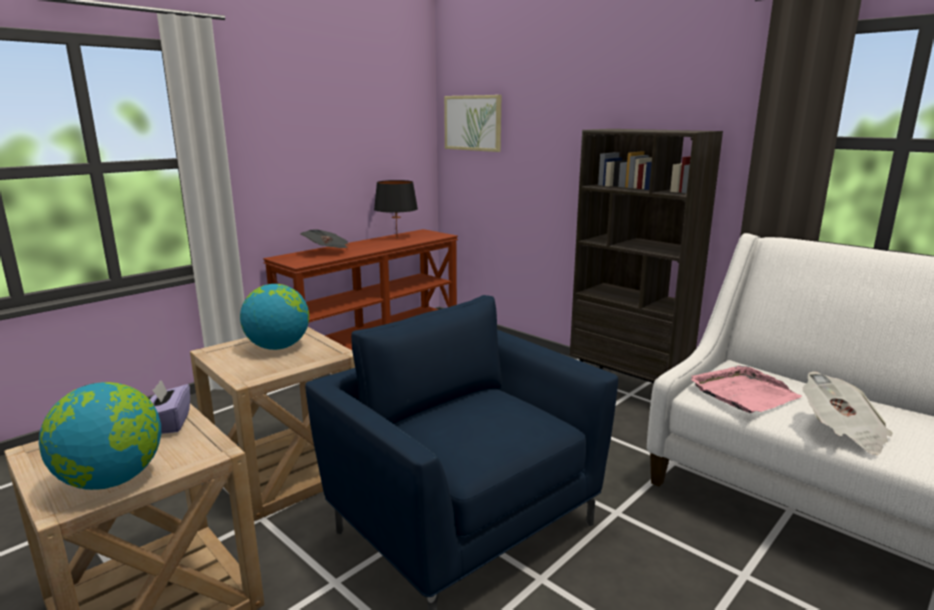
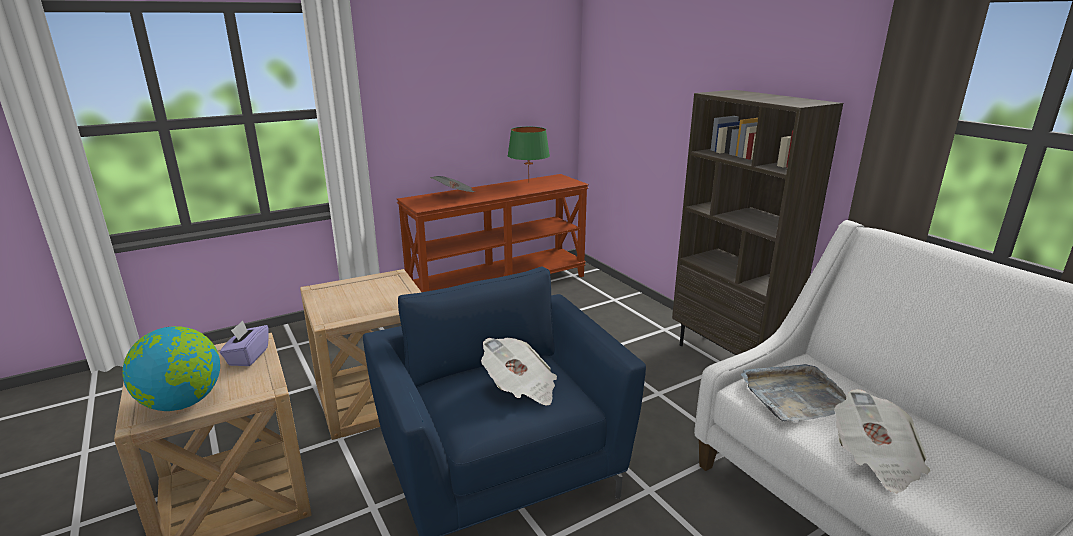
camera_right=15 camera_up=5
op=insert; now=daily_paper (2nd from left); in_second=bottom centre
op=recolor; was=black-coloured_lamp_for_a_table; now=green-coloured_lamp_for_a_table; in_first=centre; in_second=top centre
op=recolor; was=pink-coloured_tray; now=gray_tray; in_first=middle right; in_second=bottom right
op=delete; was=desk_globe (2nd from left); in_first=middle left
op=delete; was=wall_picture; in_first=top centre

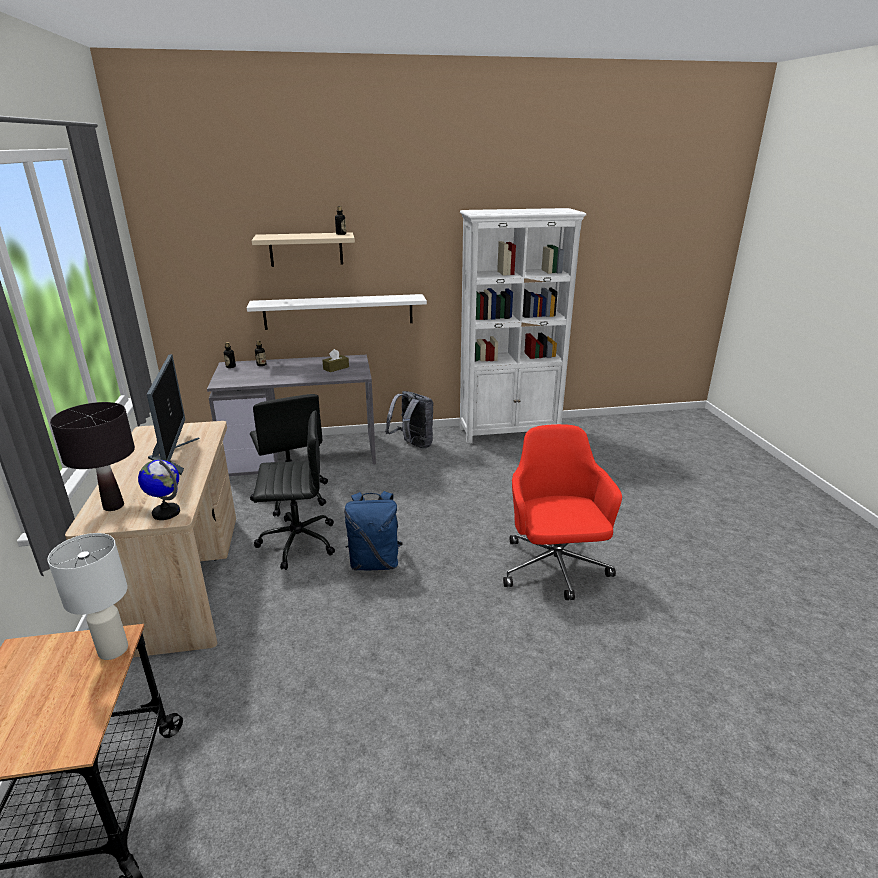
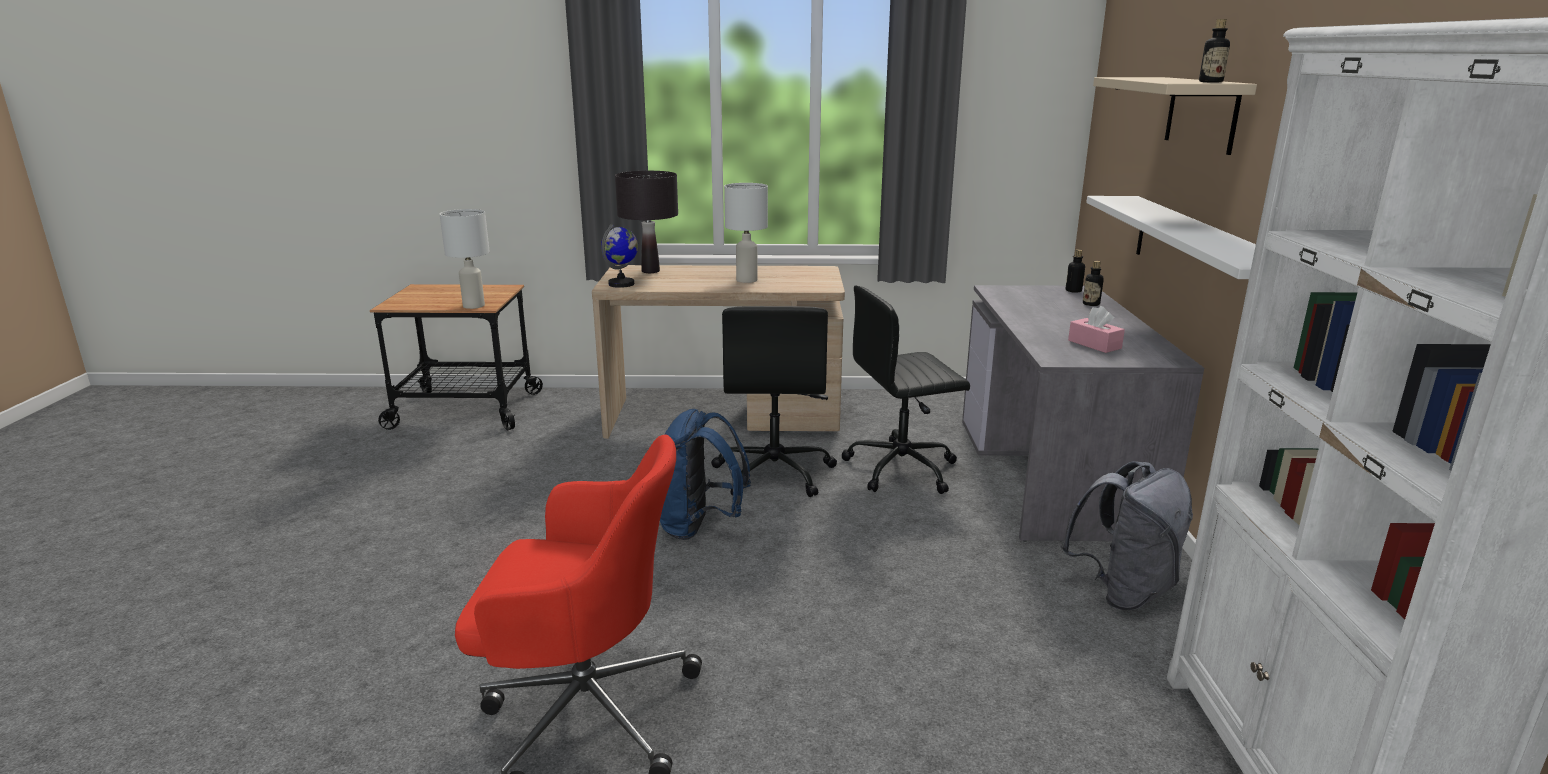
camera_right=100 camera_up=-5
op=replace; was=computer_display; now=whitish_lamp_for_a_table (2nd from left); in_first=middle left; in_second=top centre
op=recolor; was=brown_box_of_tissues; now=pink-coloured_box_of_tissues; in_first=centre; in_second=middle right

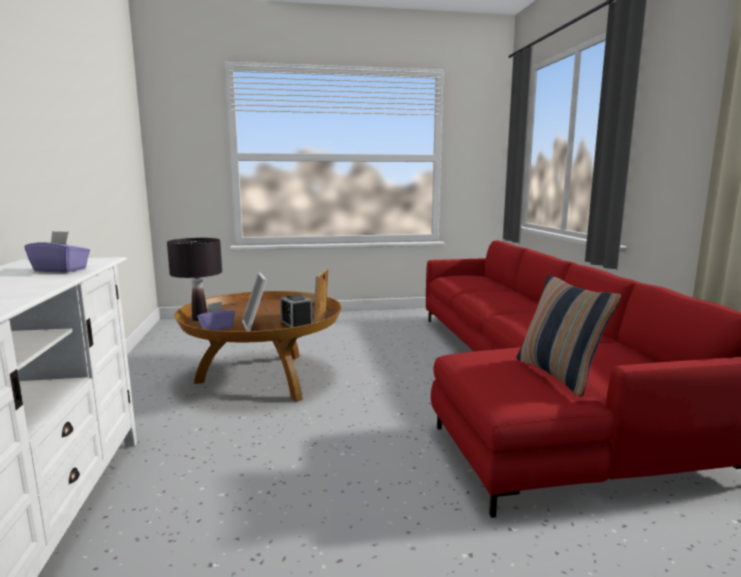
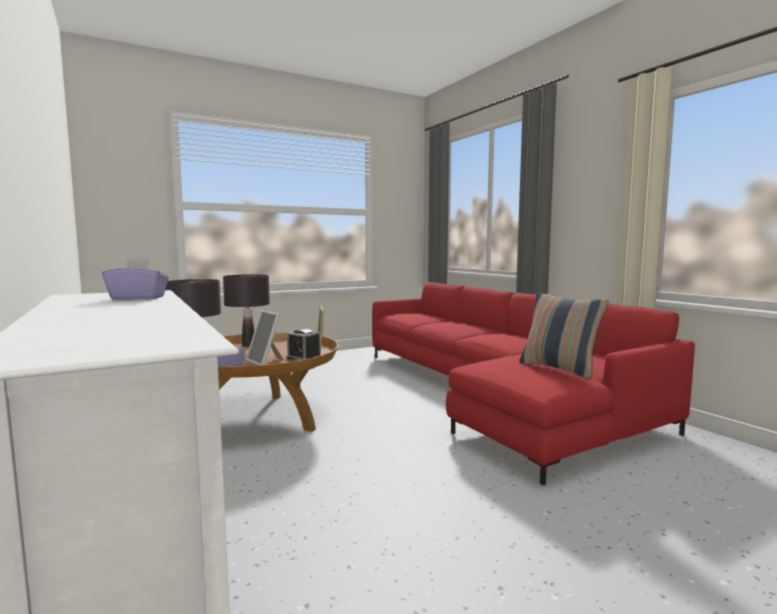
camera_right=-20 camera_up=-5
op=insert; now=black-coloured_lamp_for_a_table (2nd from left); in_second=middle left

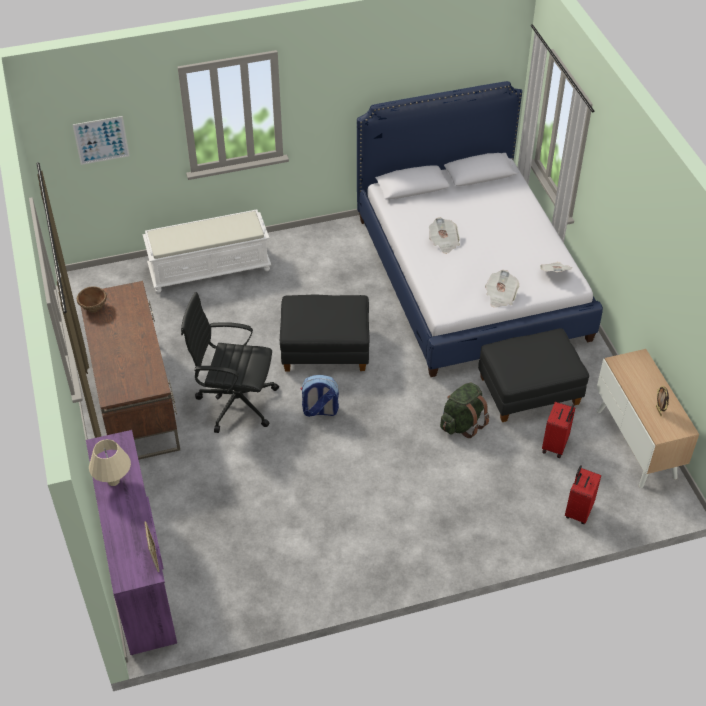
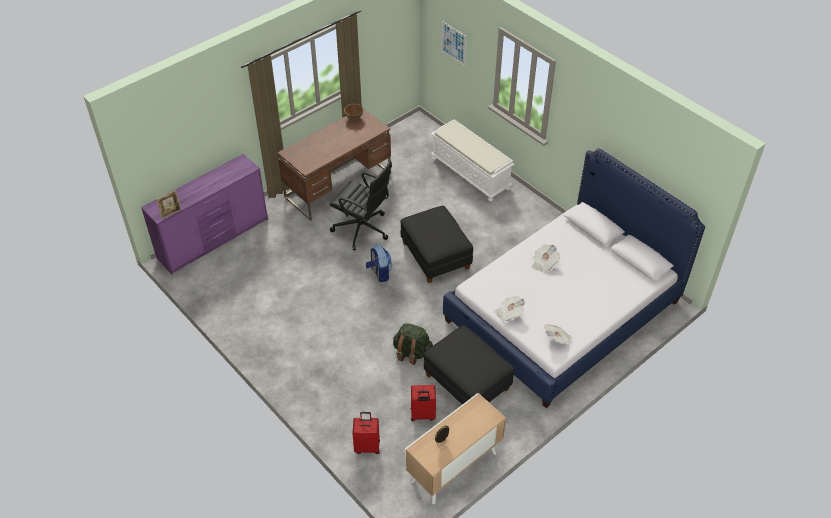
camera_right=65 camera_up=0
op=rotate; was=black-coloured_office_chair; in_first=middle left; in_second=centre; clockwise=135
op=delete; was=beige-coloured_lamp_for_a_table; in_first=middle left

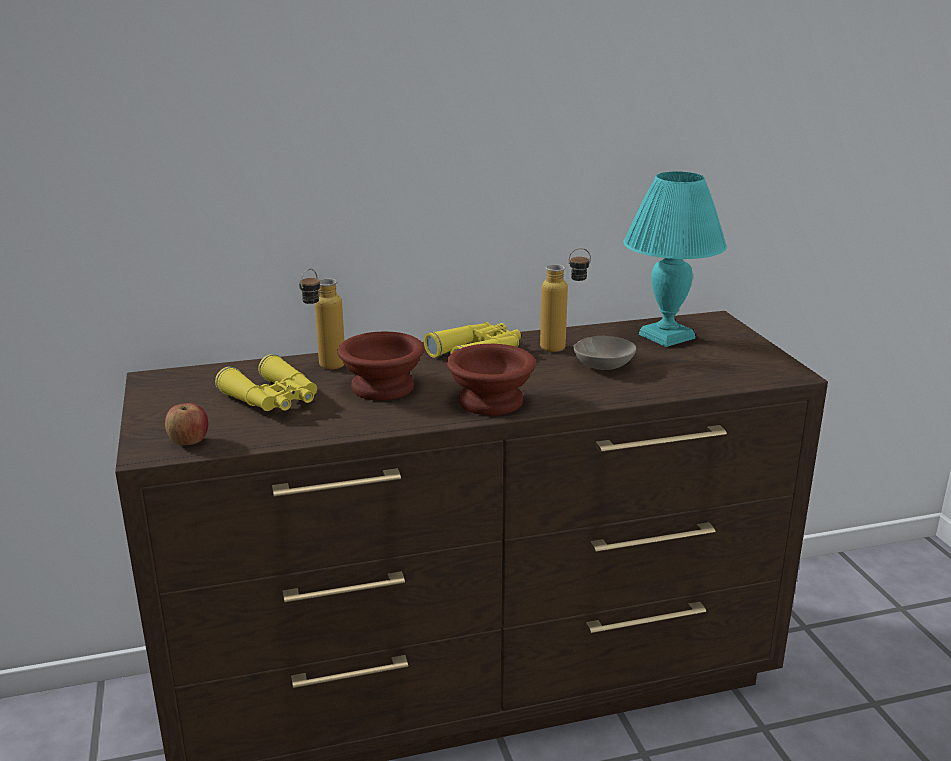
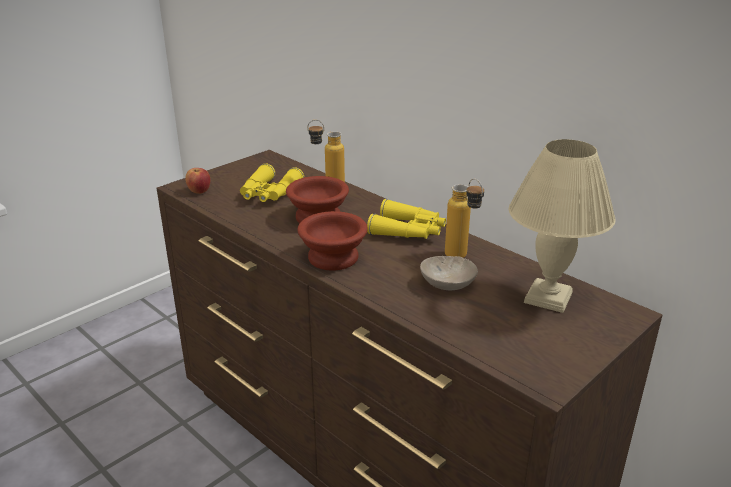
camera_right=60 camera_up=5
op=recolor; was=turquoise-coloured_lamp_for_a_table; now=beige-coloured_lamp_for_a_table; in_first=middle right; in_second=middle right

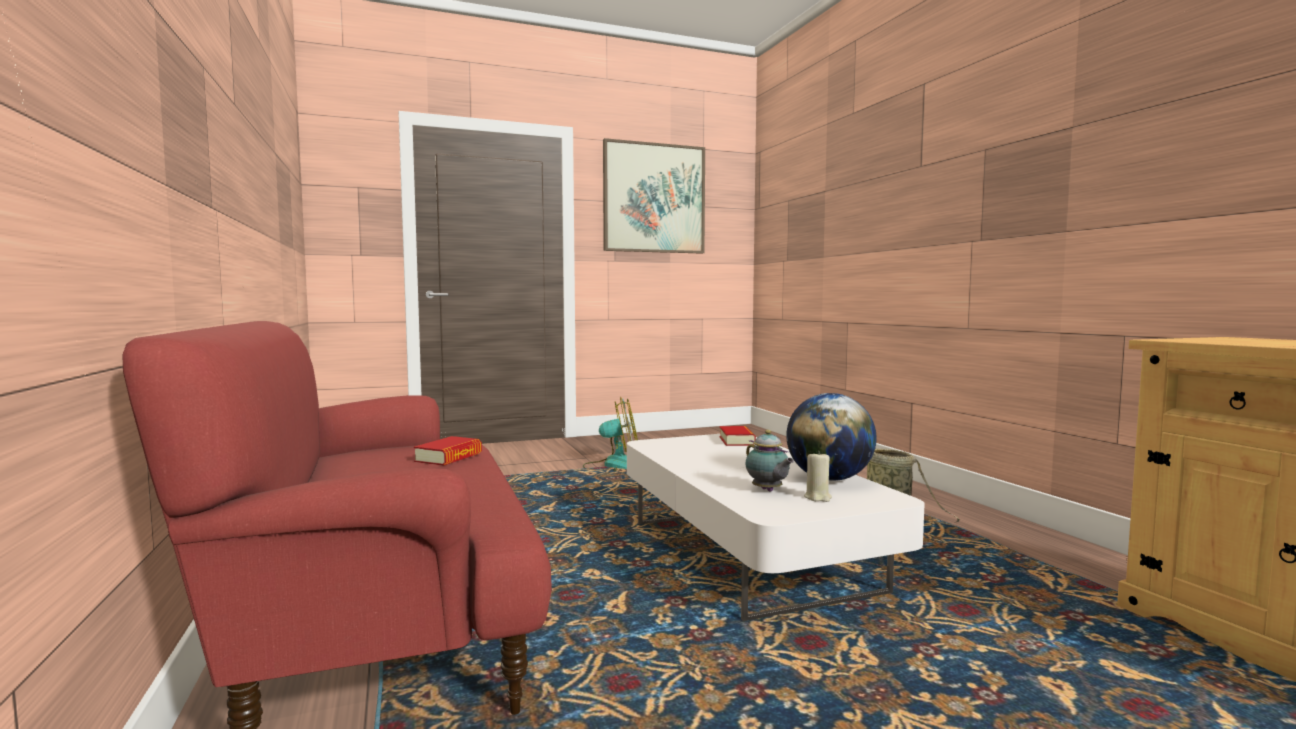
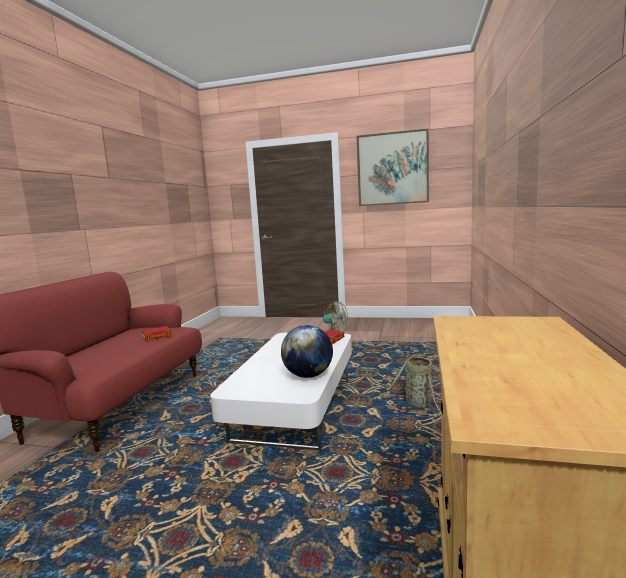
camera_right=35 camera_up=5
op=delete; was=tea_pot; in_first=centre
op=delete; was=beige-coloured_wax_light; in_first=centre

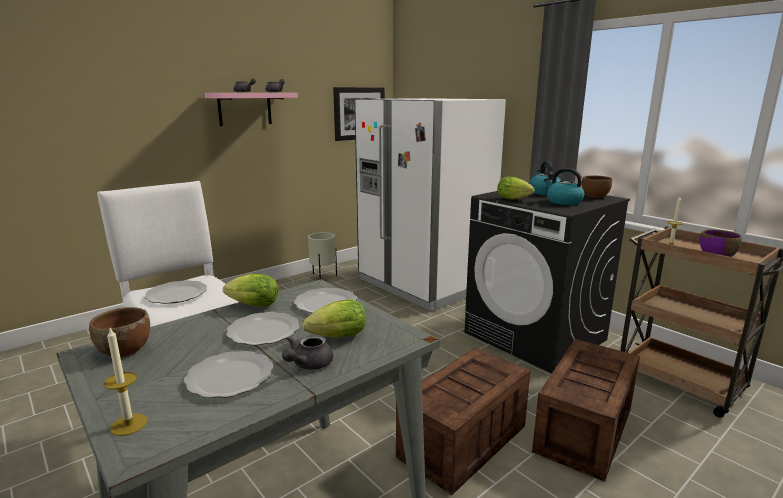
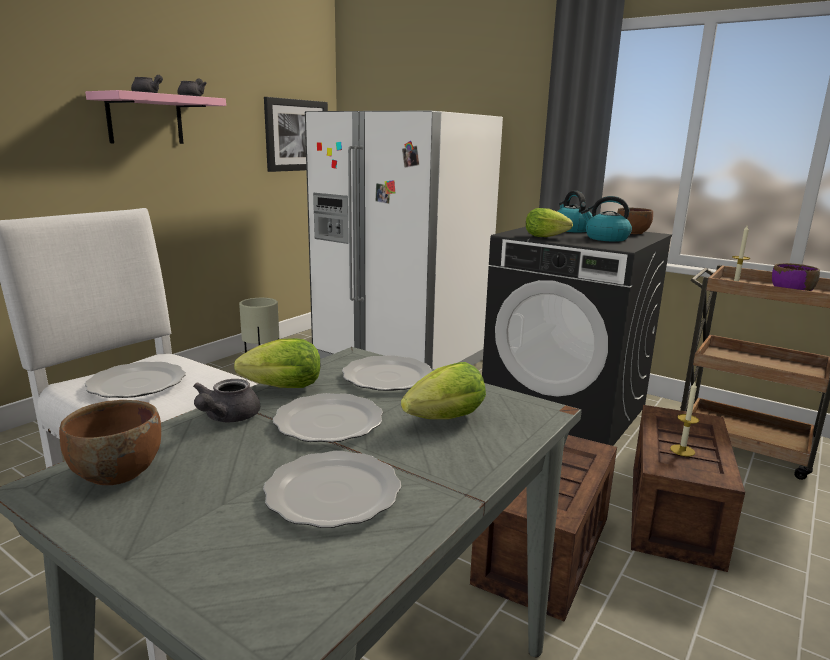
camera_right=-15 camera_up=0
op=move; was=gray_tea_pot (3rd from left); in_first=bottom centre; in_second=middle left
op=move; was=wax_light (1st from left); in_first=bottom left; in_second=middle right

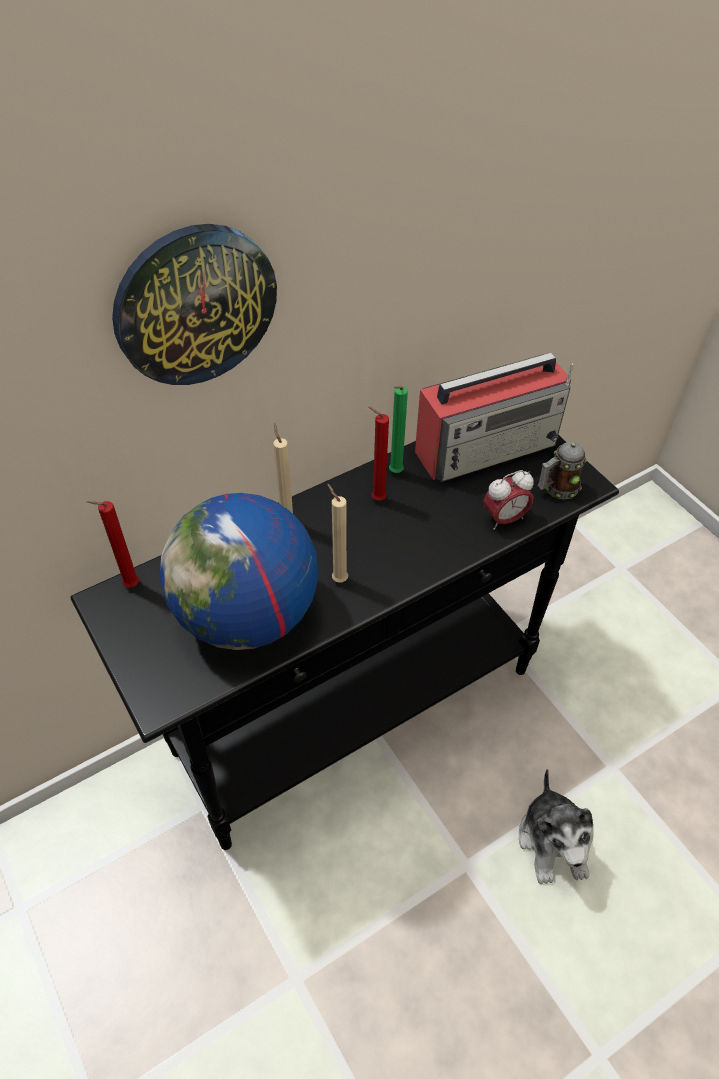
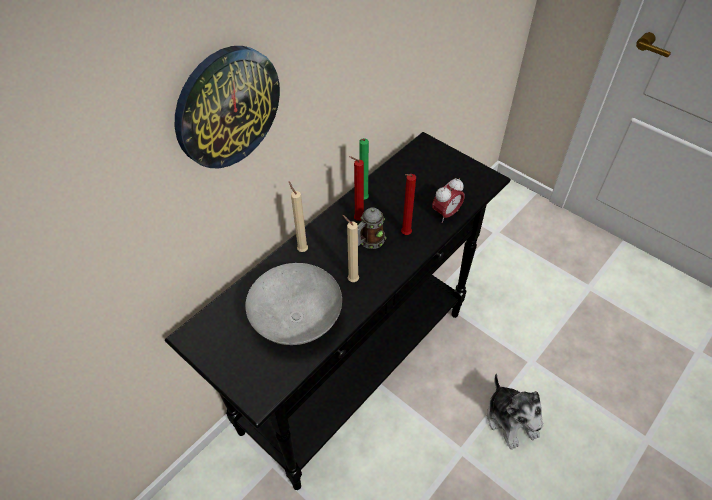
camera_right=-15 camera_up=0
op=replace; was=desk_globe; now=gray_serving_bowl; in_first=middle left; in_second=centre
op=move; was=mug; in_first=middle right; in_second=centre
op=move; was=red_wax_light (1st from left in the first image); now=red_wax_light (2nd from left); in_first=middle left; in_second=centre
op=delete; was=radio_set; in_first=middle right

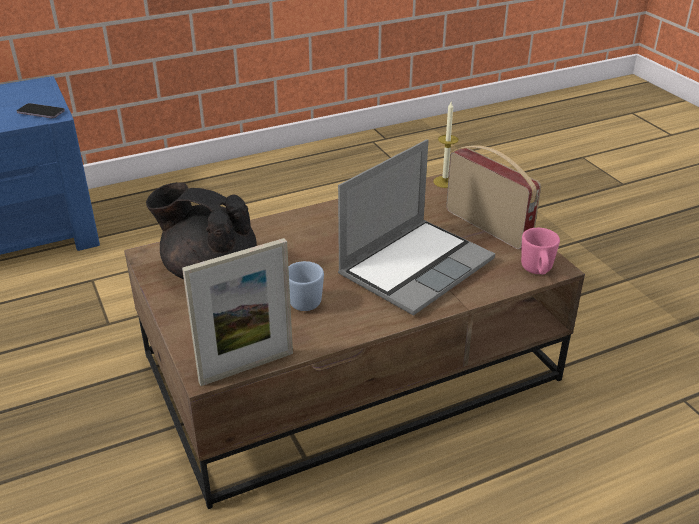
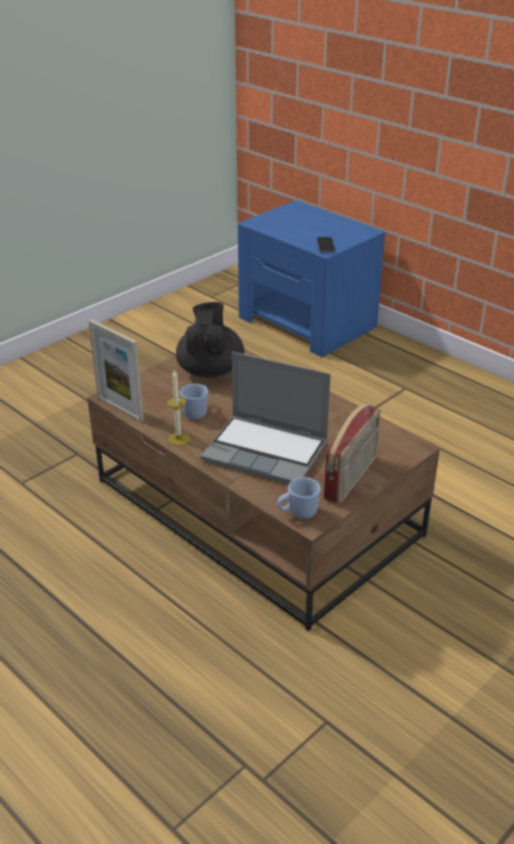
camera_right=70 camera_up=0
op=move; was=wax_light; in_first=top centre; in_second=centre
op=recolor; was=pink-coloured_mug; now=blue_mug (2nd from left); in_first=middle right; in_second=centre

